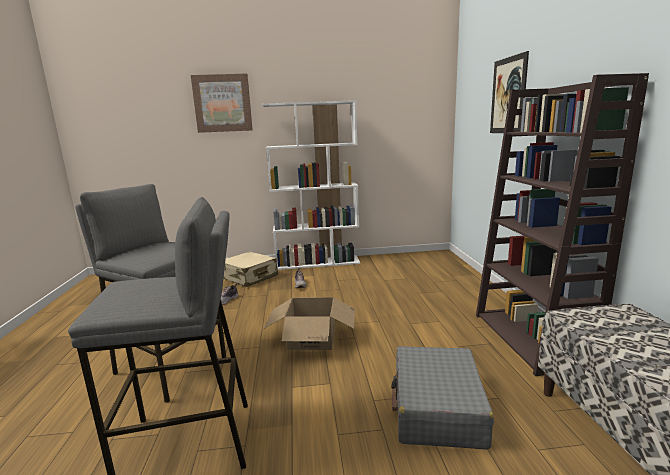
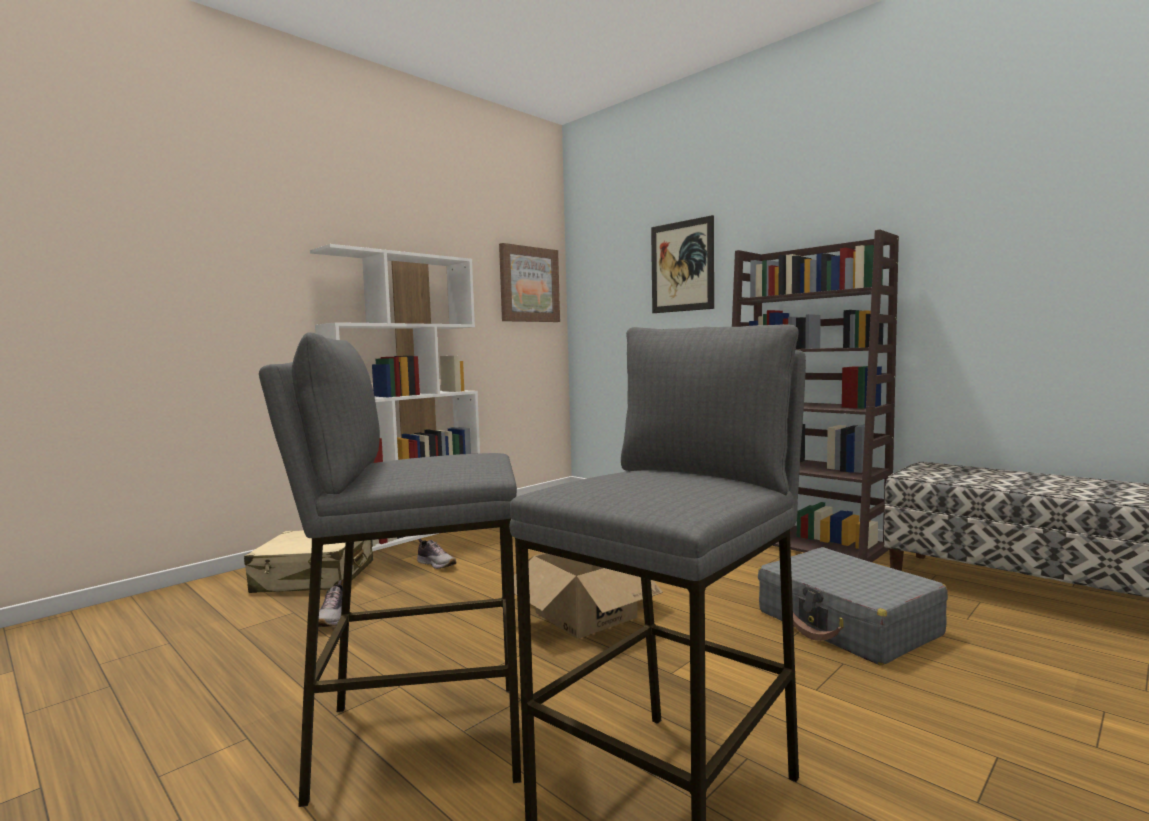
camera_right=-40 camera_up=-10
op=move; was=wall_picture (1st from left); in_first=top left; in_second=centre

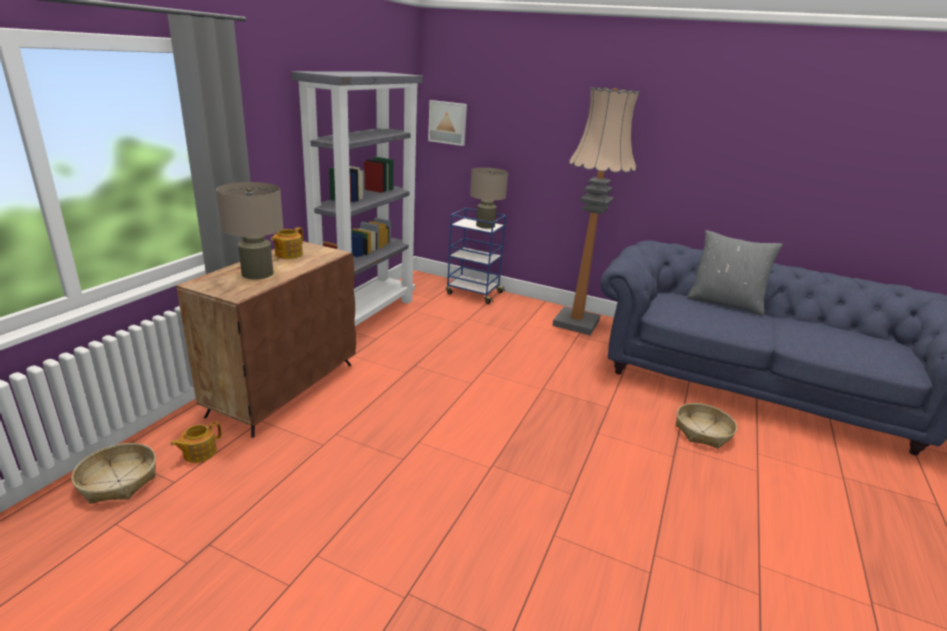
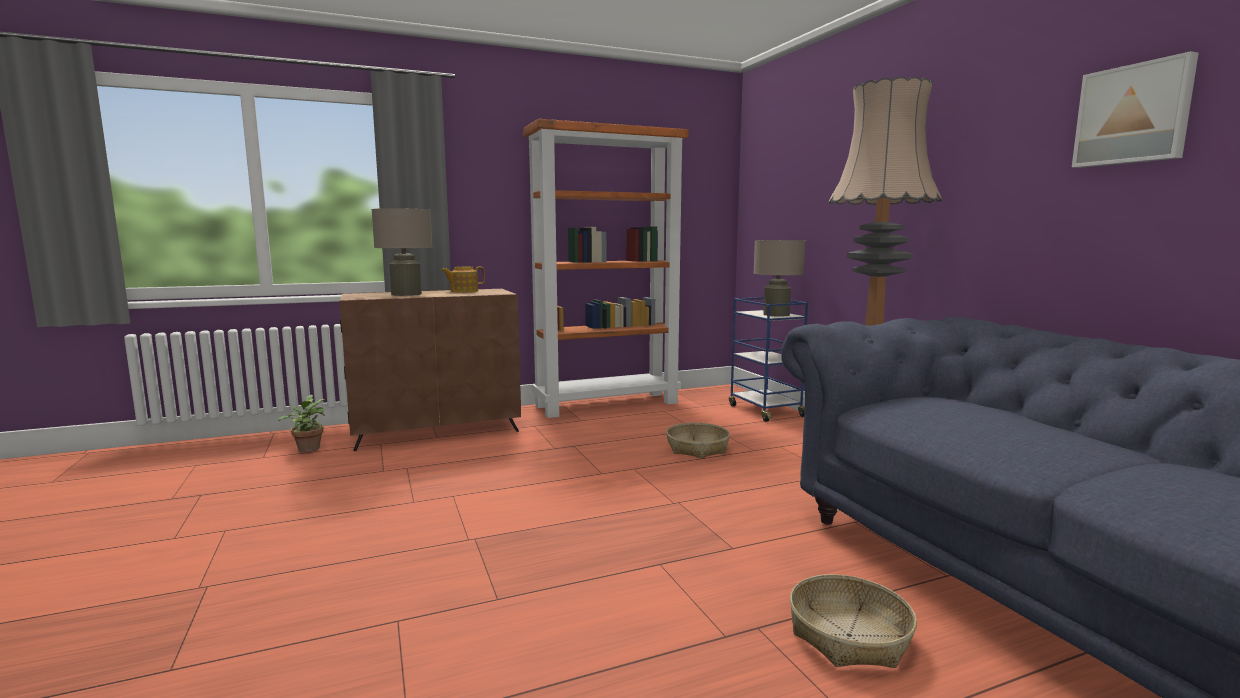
camera_right=45 camera_up=-15
op=replace; was=tea_pot (1st from left); now=plant_in_a_pot; in_first=bottom left; in_second=middle left
op=recolor; was=gray_shelving_unit; now=orange-coloured_shelving_unit; in_first=top centre; in_second=centre
op=move; was=basket (1st from left); in_first=bottom left; in_second=centre
op=move; was=wall_picture; in_first=top centre; in_second=top right
op=delete; was=gray_pillow; in_first=middle right

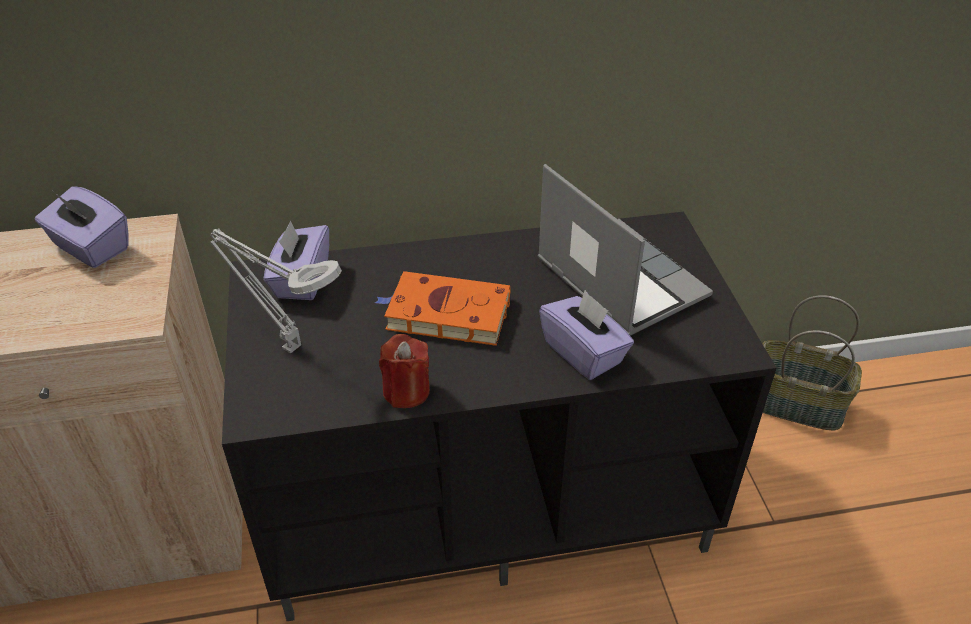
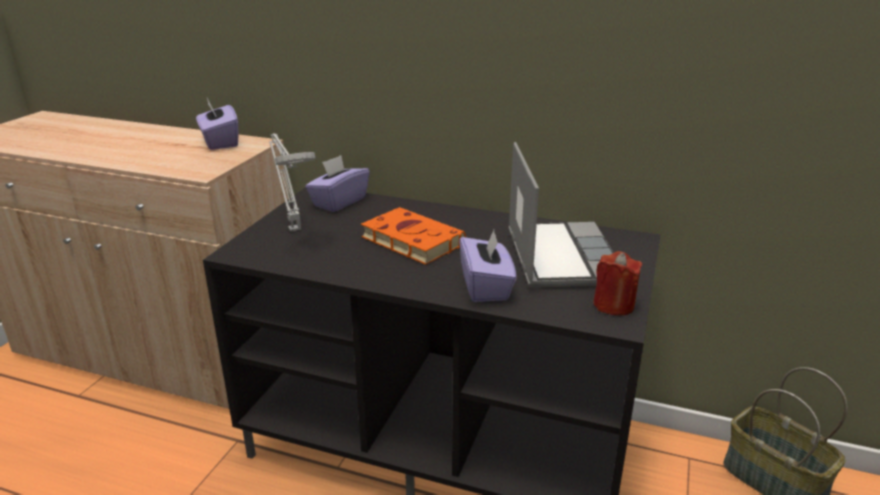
camera_right=30 camera_up=-15
op=move; was=red_wax_light; in_first=centre; in_second=middle right

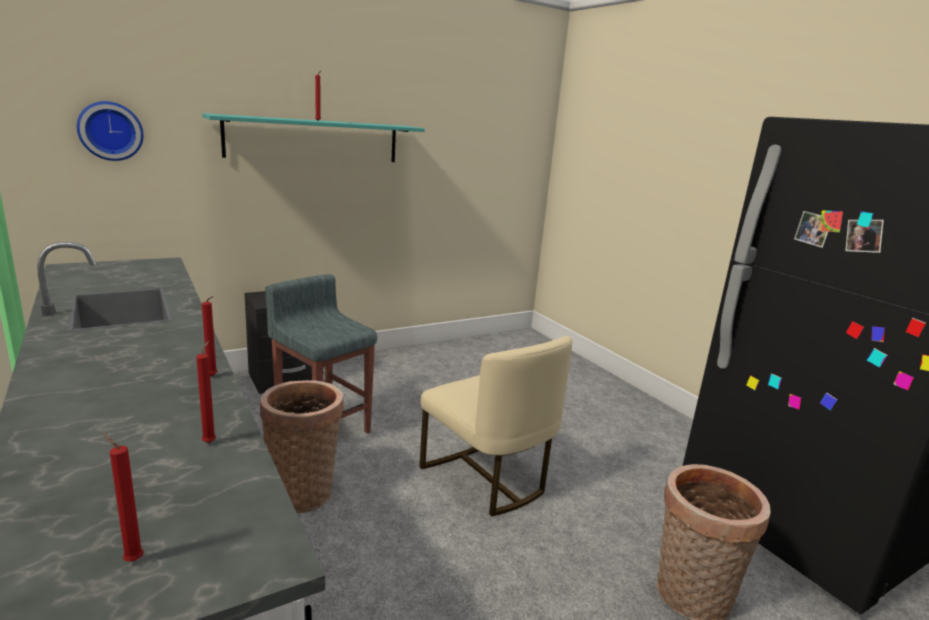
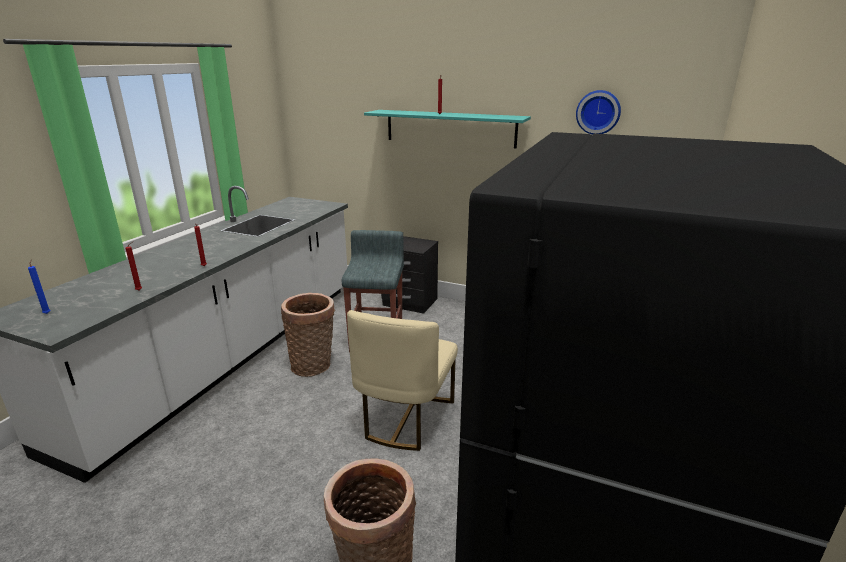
camera_right=55 camera_up=5
op=recolor; was=red_wax_light (1st from left); now=blue_wax_light; in_first=bottom left; in_second=middle left
op=move; was=clock_on_the_wall; in_first=top left; in_second=top right

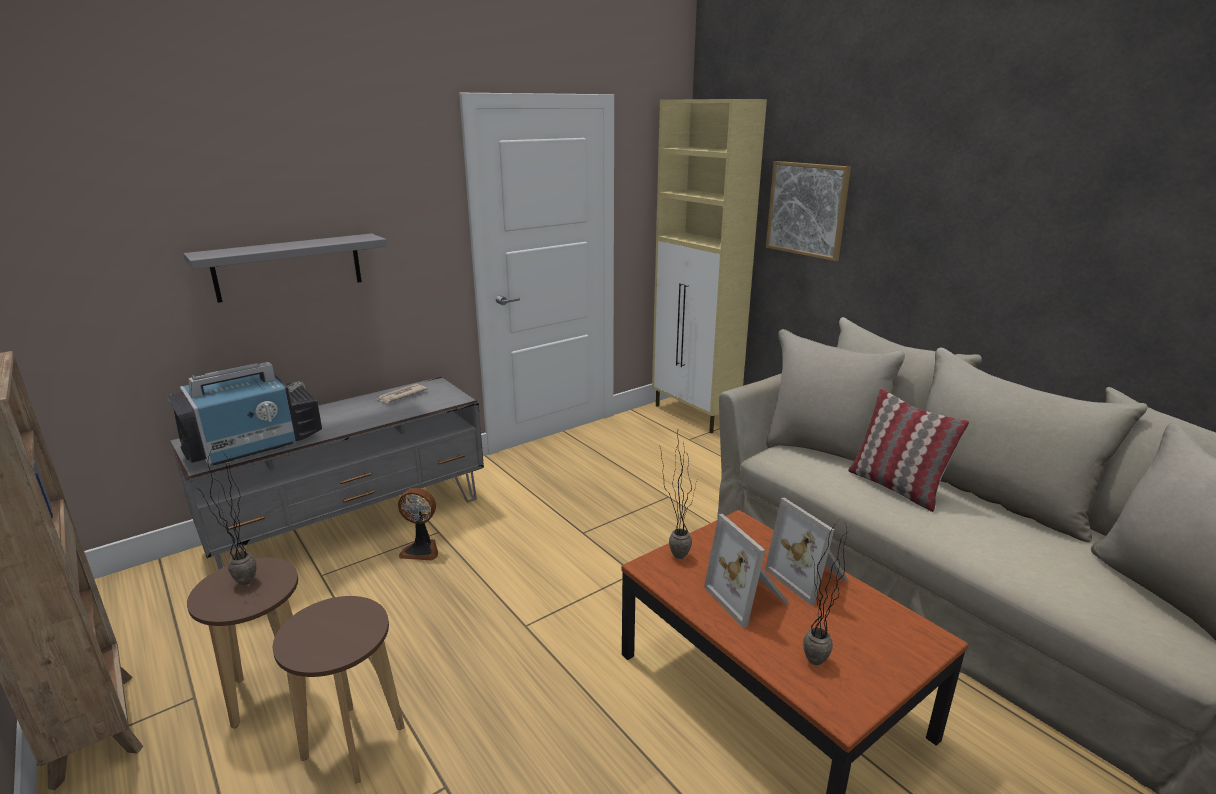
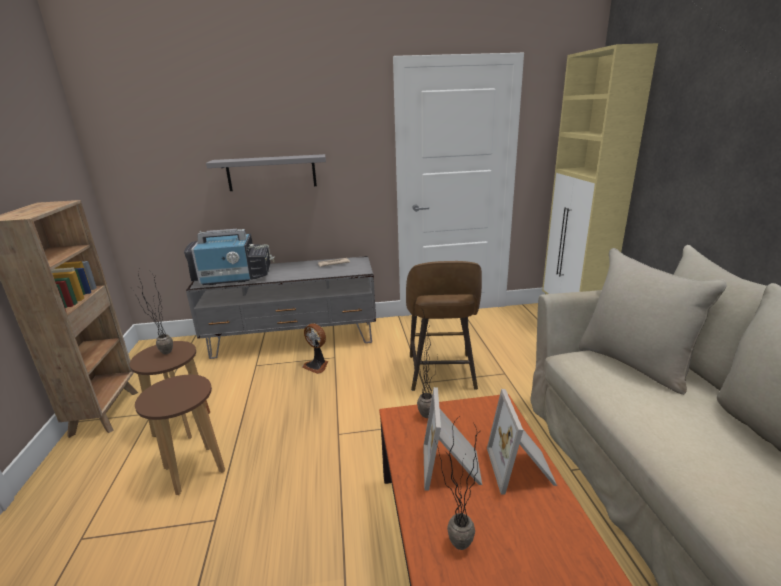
camera_right=30 camera_up=0
op=insert; now=brown_stool_seat (3rd from left); in_second=centre
op=delete; was=wall_picture; in_first=top centre
op=delete; was=pillow; in_first=middle right

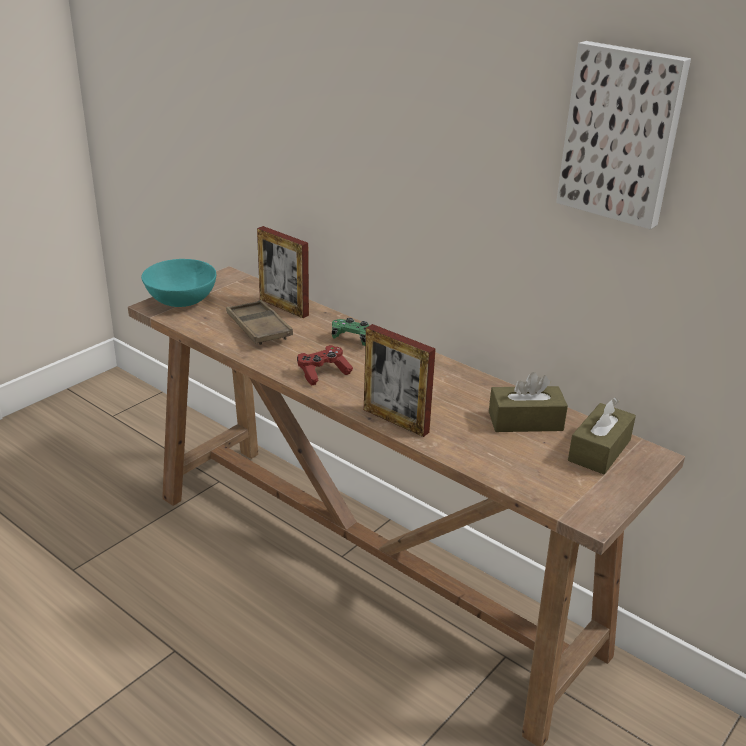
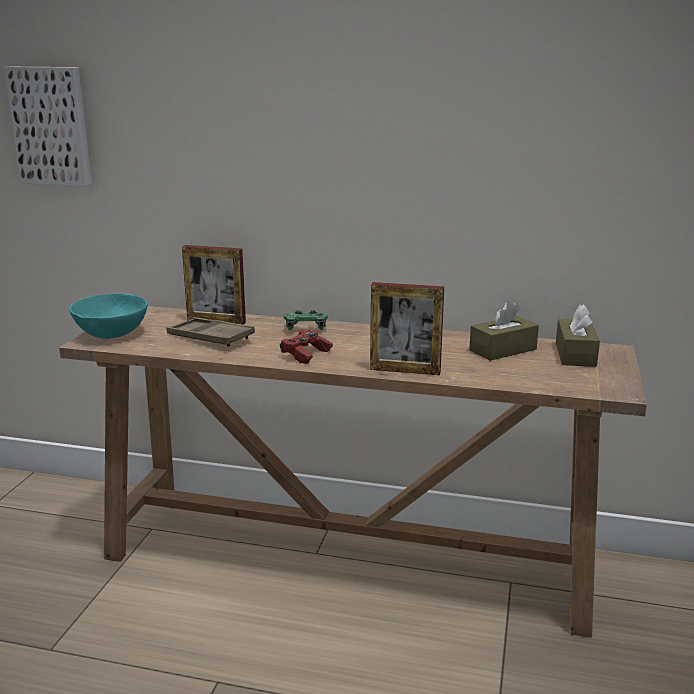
camera_right=-25 camera_up=-10
op=move; was=wall_picture; in_first=top right; in_second=top left

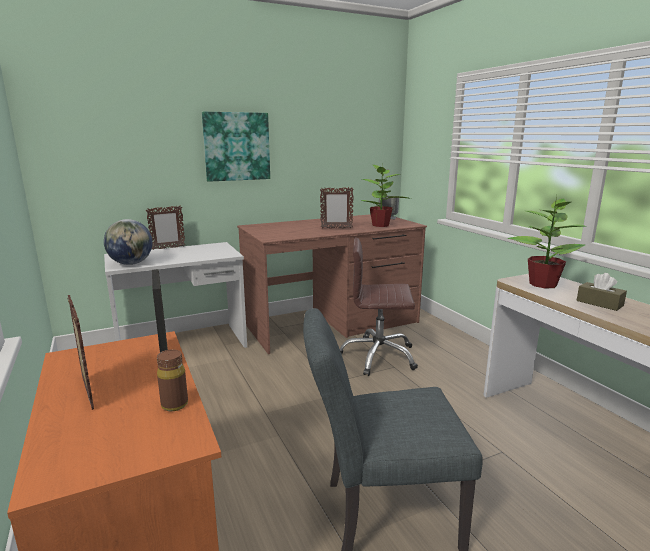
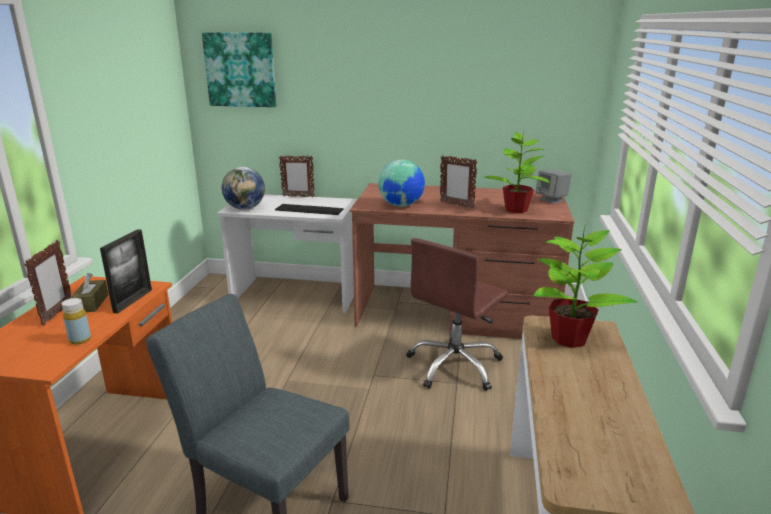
camera_right=35 camera_up=5
op=recolor; was=brown_bottle; now=yellow-coloured_bottle; in_first=bottom left; in_second=middle left
op=move; was=brown_box_of_tissues; in_first=middle right; in_second=middle left
op=move; was=wall_picture; in_first=top centre; in_second=top left
op=insert; now=computer_keyboard; in_second=centre
op=insert; now=desk_globe (2nd from left); in_second=centre
op=rotate; was=brown_office_chair; in_first=centre; in_second=centre; clockwise=-90

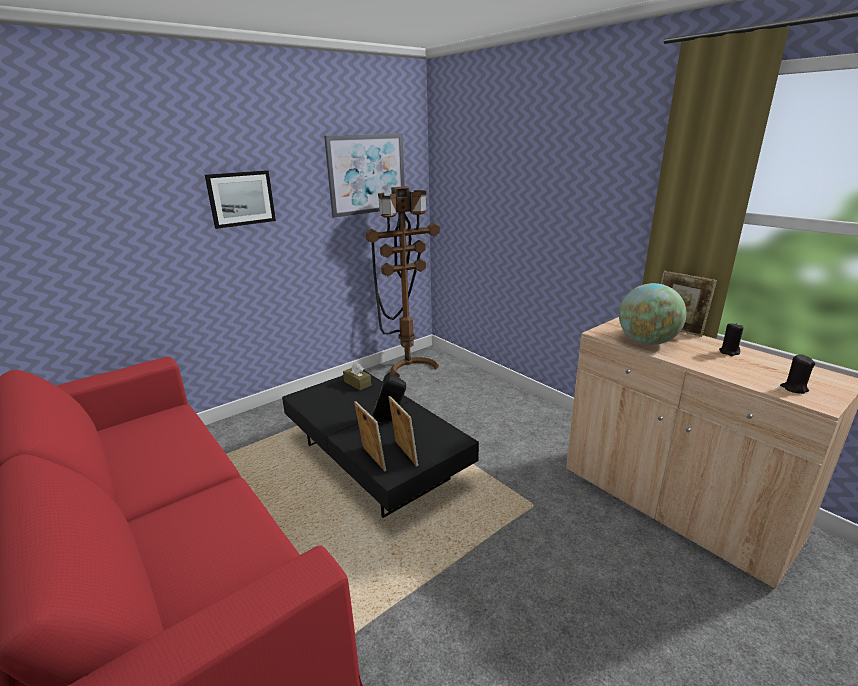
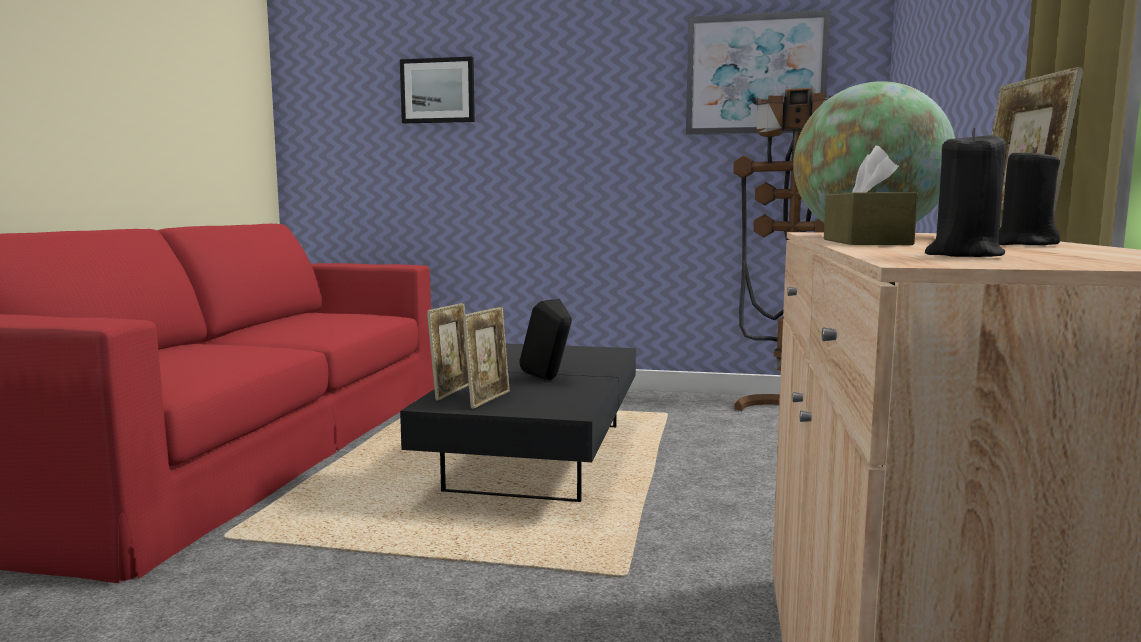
camera_right=50 camera_up=-15
op=move; was=wall_picture (1st from left); in_first=top left; in_second=top centre
op=move; was=brown_box_of_tissues; in_first=centre; in_second=top right

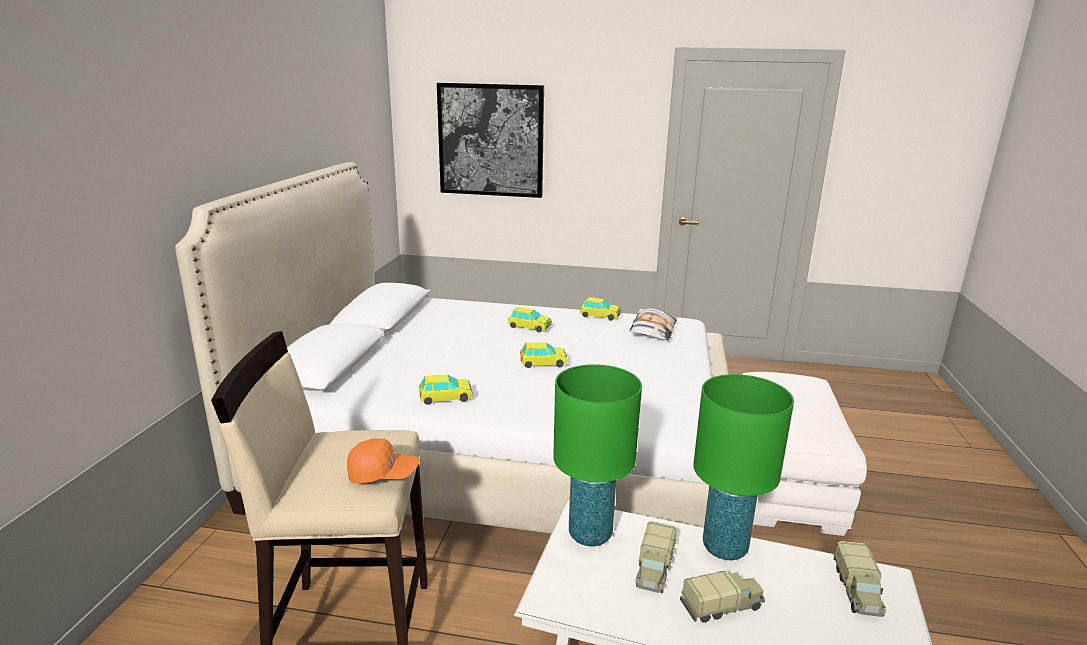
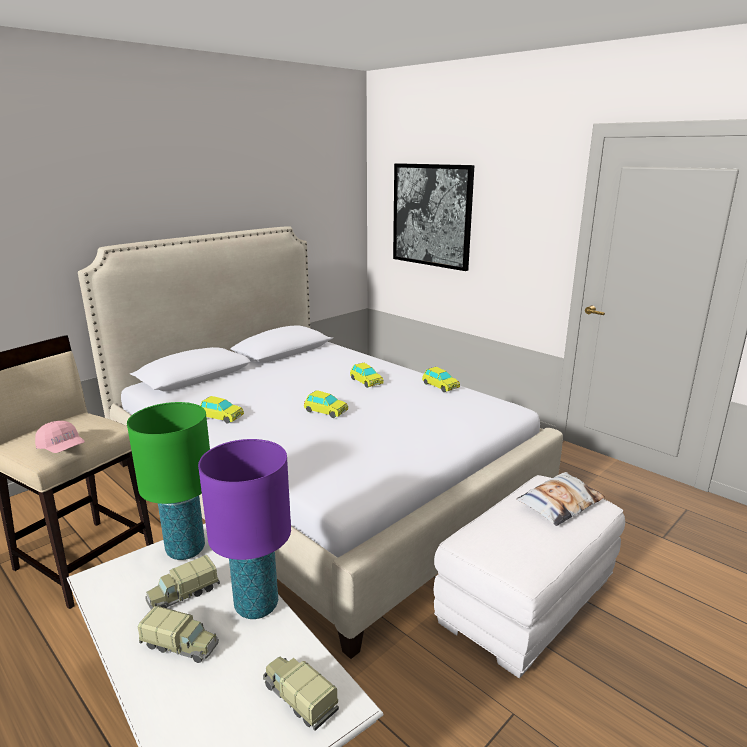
camera_right=35 camera_up=0
op=recolor; was=orange-coloured_cap; now=pink-coloured_cap; in_first=bottom centre; in_second=middle left
op=recolor; was=green-coloured_lamp_for_a_table (2nd from left); now=purple_lamp_for_a_table; in_first=bottom right; in_second=bottom left
op=rotate; was=model_truck (3rd from left); in_first=bottom right; in_second=bottom centre; clockwise=90
op=move; was=pillow; in_first=centre; in_second=bottom right

